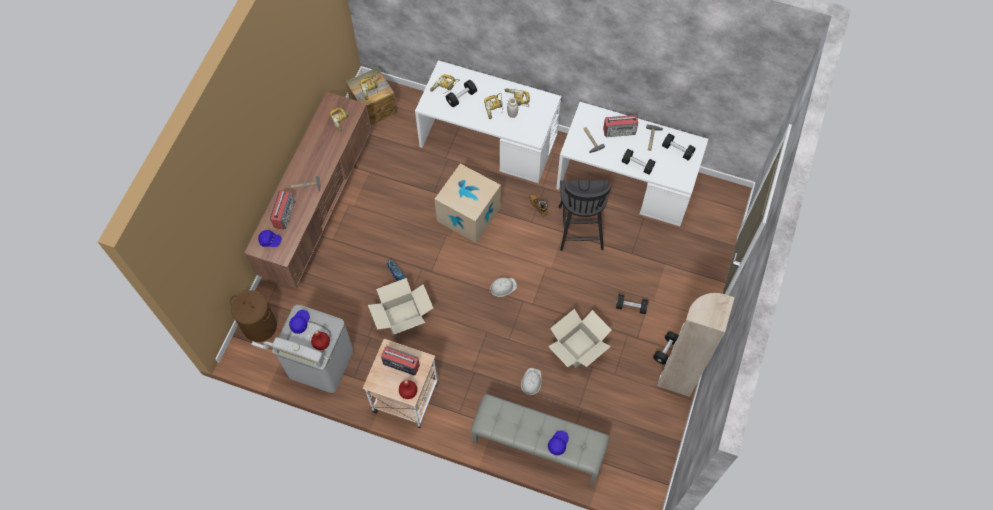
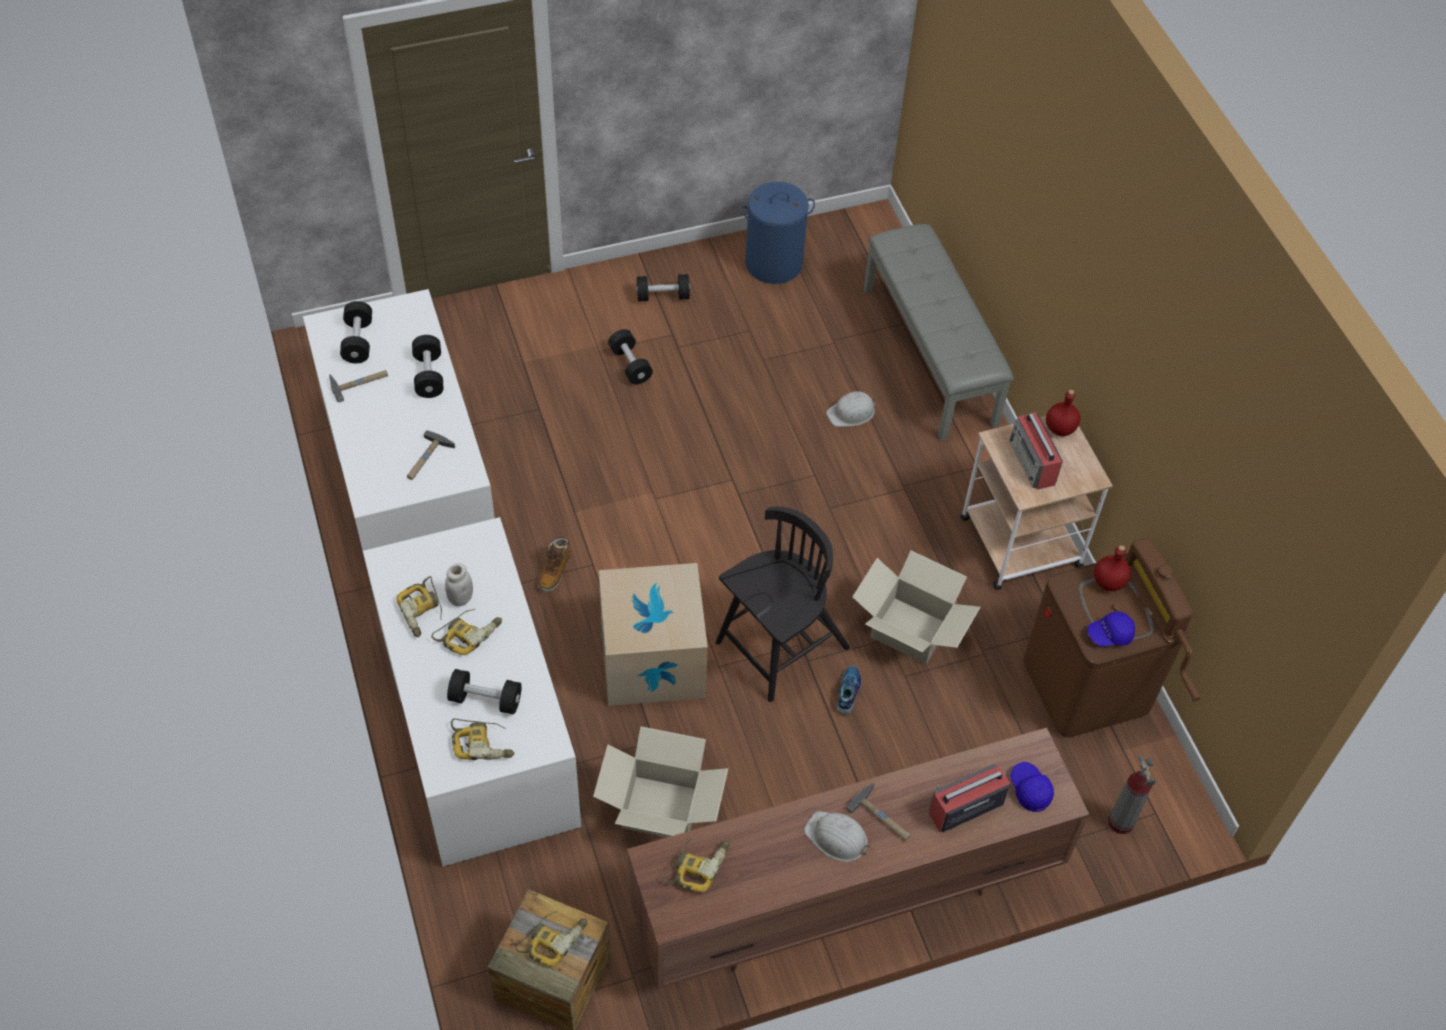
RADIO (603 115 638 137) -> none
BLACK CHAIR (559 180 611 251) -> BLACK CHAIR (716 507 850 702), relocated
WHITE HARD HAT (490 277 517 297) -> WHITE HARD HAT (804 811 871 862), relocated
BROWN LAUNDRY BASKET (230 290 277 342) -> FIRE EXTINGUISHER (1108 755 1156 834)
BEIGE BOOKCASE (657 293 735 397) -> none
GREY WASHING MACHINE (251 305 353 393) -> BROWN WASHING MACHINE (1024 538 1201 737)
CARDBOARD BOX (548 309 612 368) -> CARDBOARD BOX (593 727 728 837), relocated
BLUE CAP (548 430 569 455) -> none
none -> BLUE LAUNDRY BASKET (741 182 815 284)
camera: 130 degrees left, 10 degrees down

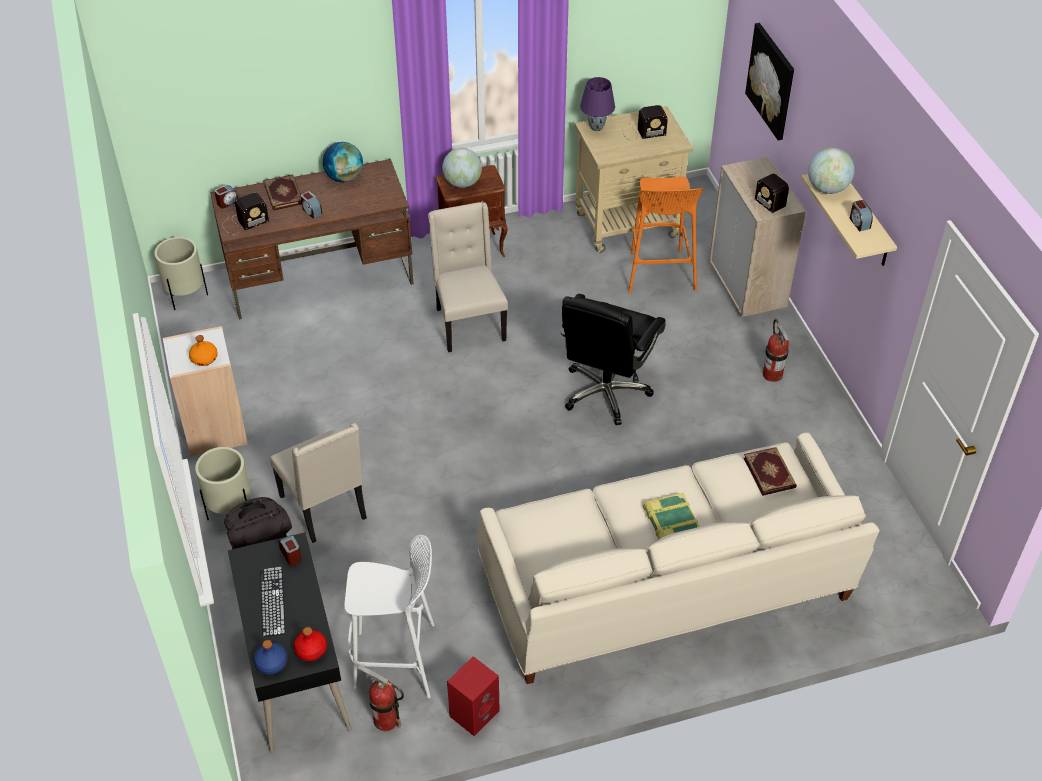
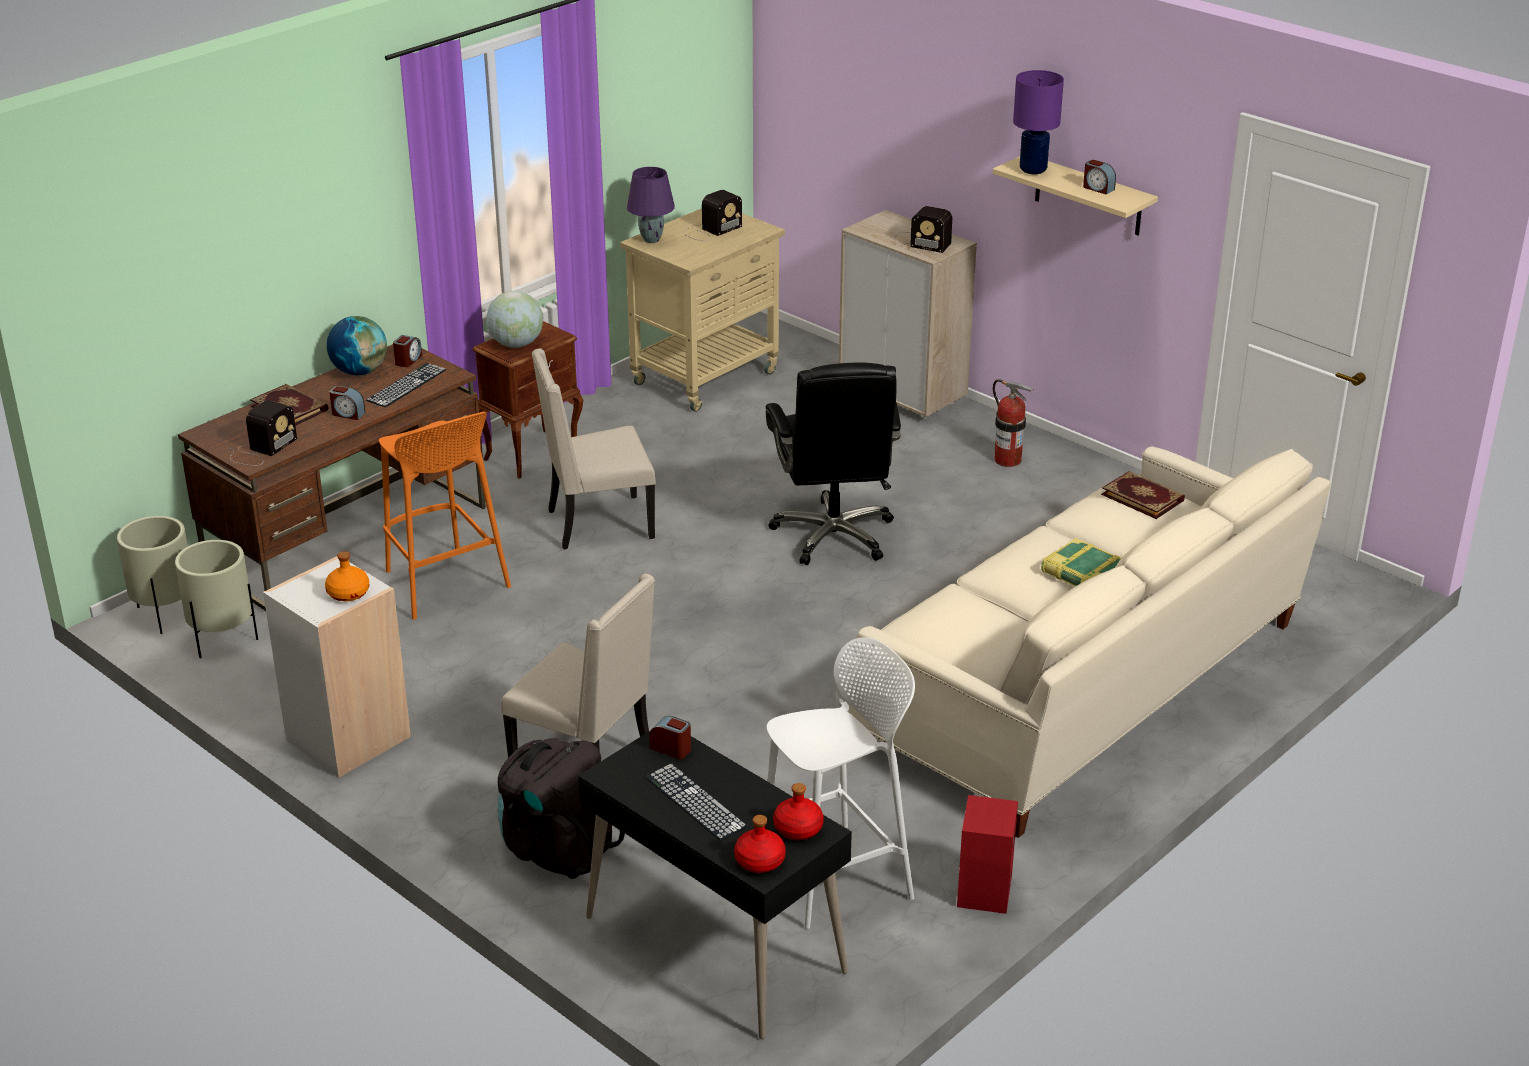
PICTURE (745 23 794 140) -> none
GLOBE (808 148 855 194) -> PURPLE TABLE LAMP (1013 70 1064 174)
ORANGE STOOL (628 176 703 293) -> ORANGE STOOL (379 412 511 620), relocated
ALARM CLOCK (215 185 238 209) -> ALARM CLOCK (393 335 422 367), relocated
BEIGE CHAIR (428 202 508 352) -> BEIGE CHAIR (532 348 656 549), 60 degrees counterclockwise
BEIGE PLANTER (195 447 251 520) -> BEIGE PLANTER (175 540 258 658), relocated
BLUE BOTTLE (254 640 288 674) -> RED BOTTLE (734 815 786 873)
FIRE EXTINGUISHER (357 665 404 731) -> none
none -> KEYBOARD (366 363 446 407)
camera: 30 degrees left, 15 degrees down

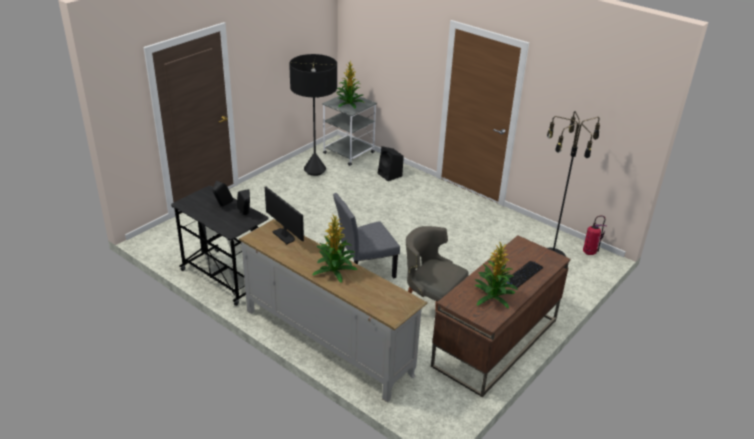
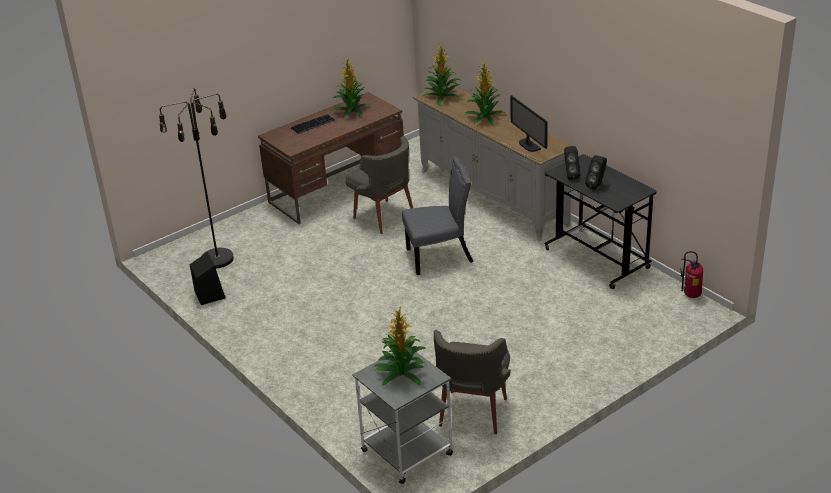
BLACK FLOOR LAMP (289 54 337 176) -> GREY CHAIR (433 330 511 434)
BLACK SPEAKER (378 146 404 181) -> BLACK SPEAKER (190 252 225 305), relocated
FIRE EXTINGUISHER (583 215 607 255) -> FIRE EXTINGUISHER (680 251 703 298), relocated
none -> POTTED PLANT (423 43 461 105)
camera: 165 degrees left, 0 degrees up

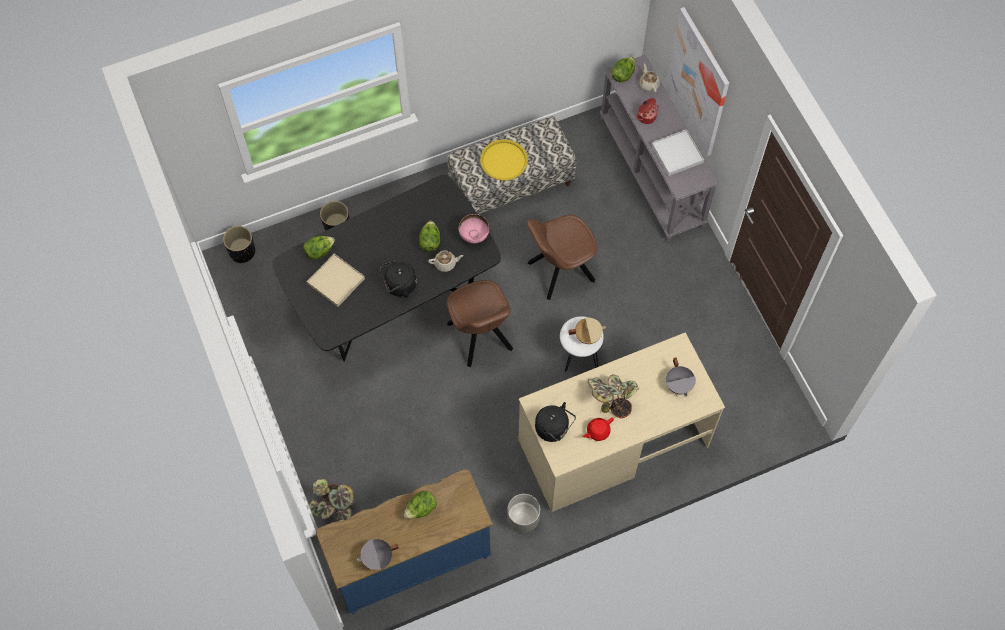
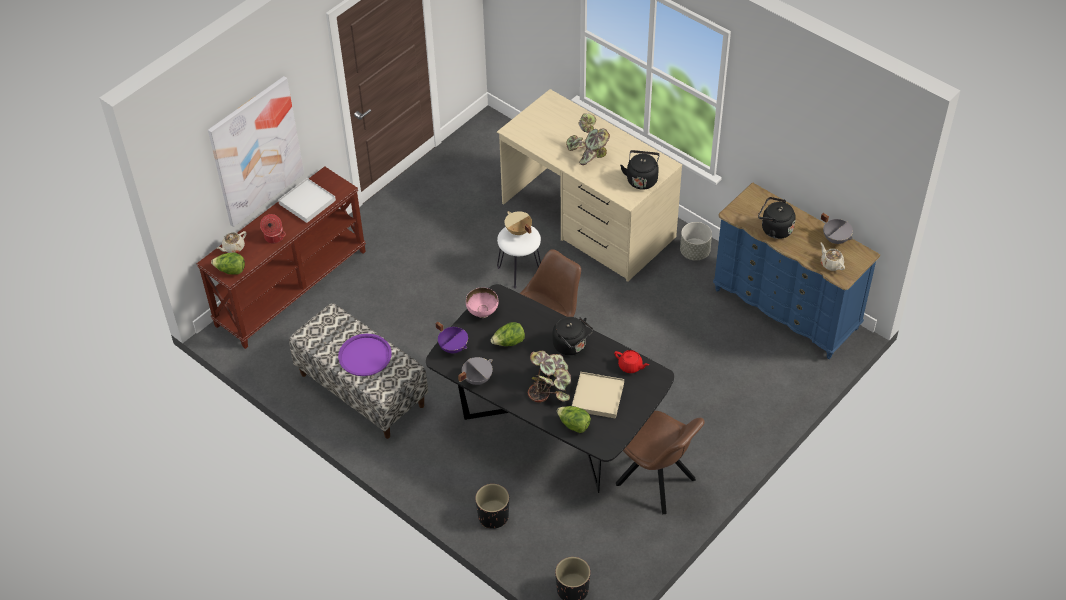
GREY CONSOLE TABLE (600 55 718 242) -> BROWN CONSOLE TABLE (196 166 366 349)
YELLOW TRAY (480 139 528 181) -> PURPLE TRAY (338 334 392 376)
BROWN CHAIR (527 215 598 300) -> BROWN CHAIR (616 411 705 514), relocated
BEIGE TEAPOT (428 251 464 272) -> BEIGE TEAPOT (820 243 845 271), relocated
GREY COOKING POT (666 357 696 397) -> GREY COOKING POT (458 357 493 385), relocated
RED TEAPOT (583 417 614 441) -> RED TEAPOT (614 350 649 373), relocated
POTTED PLANT (309 479 355 522) -> POTTED PLANT (528 351 571 403), relocated
LETTUCE (404 491 437 519) -> BLACK KETTLE (758 197 796 239)
none -> PURPLE COOKING POT (436 322 468 353)
camera: 115 degrees left, 15 degrees down

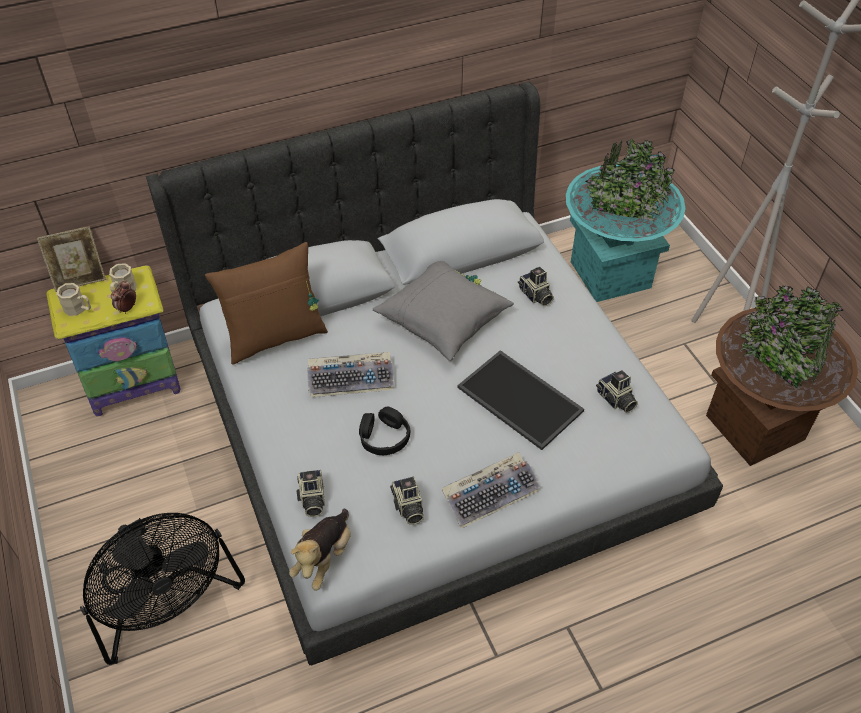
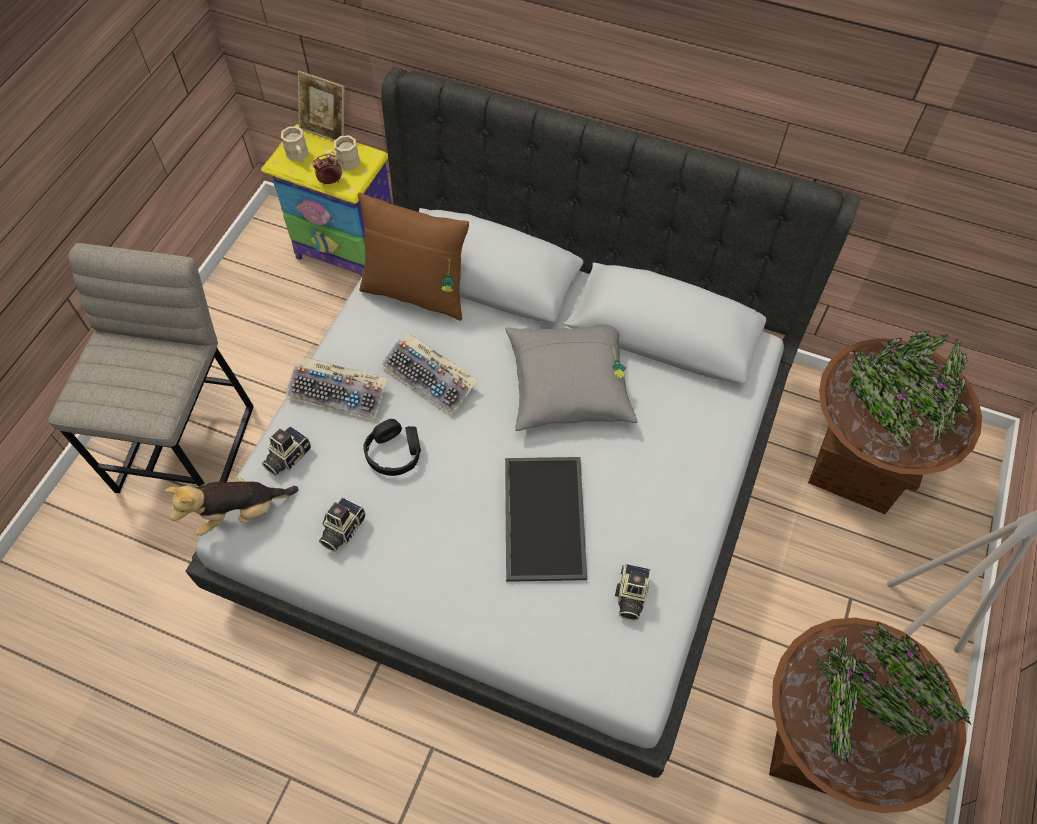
TURQUOISE PLANTER (566 139 686 302) -> BROWN PLANTER (808 331 982 514)
PHOTO CAMERA (518 267 554 306) -> none
KEYBOARD (442 452 541 529) -> KEYBOARD (286 356 387 421), relocated
BLACK FAN (80 513 245 665) -> GREY CHAIR (49 243 254 493)
camera: 45 degrees right, 10 degrees up

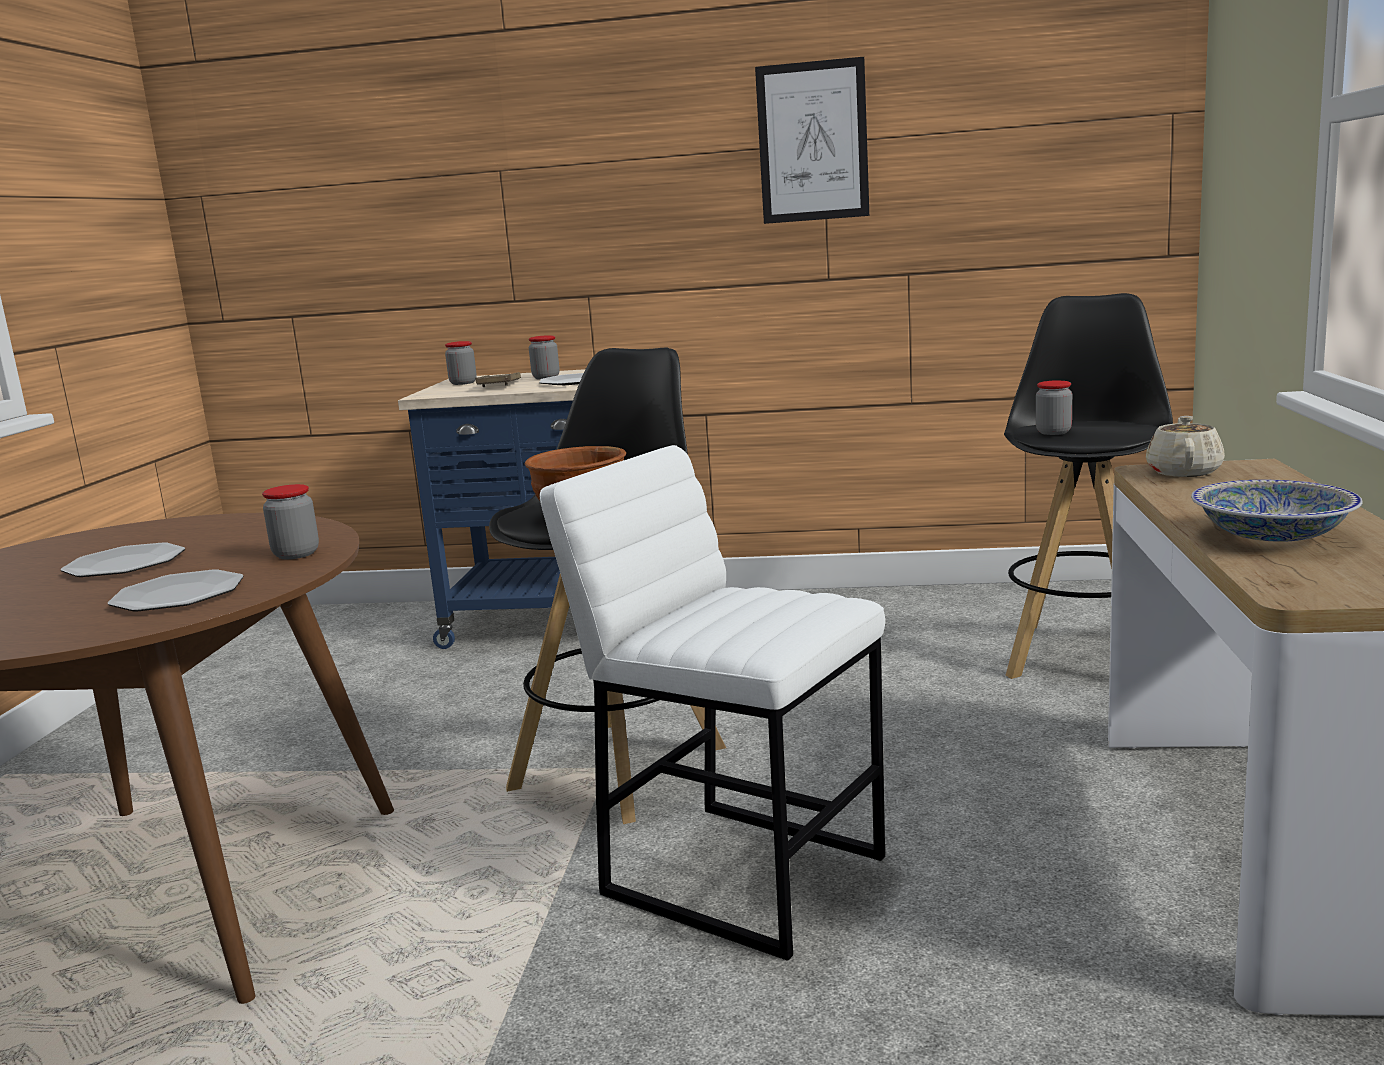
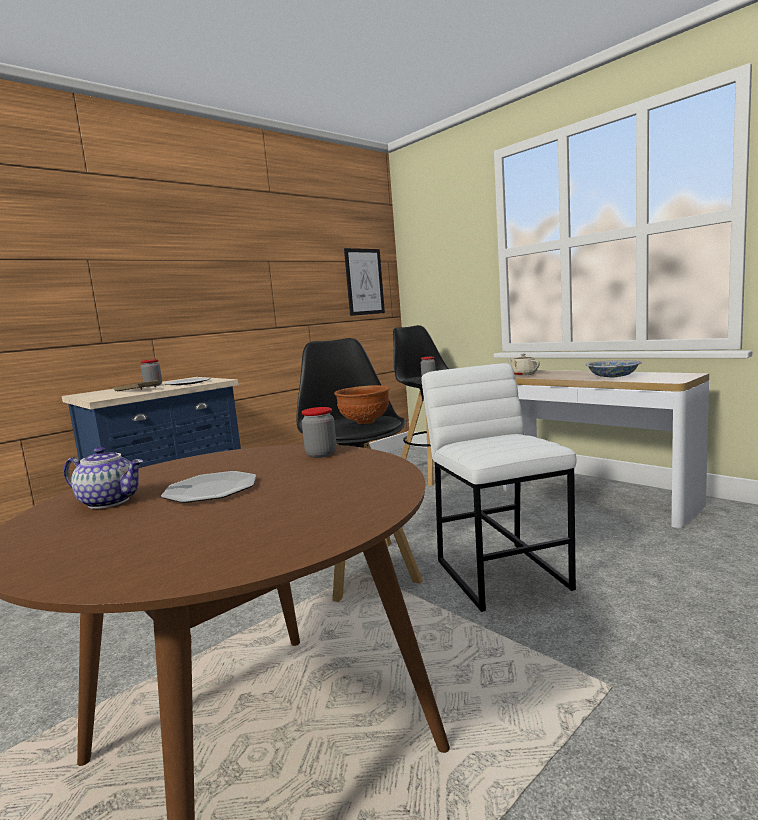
PICTURE (755 57 869 224) -> PICTURE (344 248 385 316), relocated
JAR (445 341 477 385) -> none
WHITE CHAIR (540 445 885 961) -> WHITE CHAIR (422 363 576 612), 90 degrees clockwise
PLATE (108 569 244 611) -> none
none -> TEAPOT (64 447 143 509)
camera: 50 degrees left, 5 degrees down

